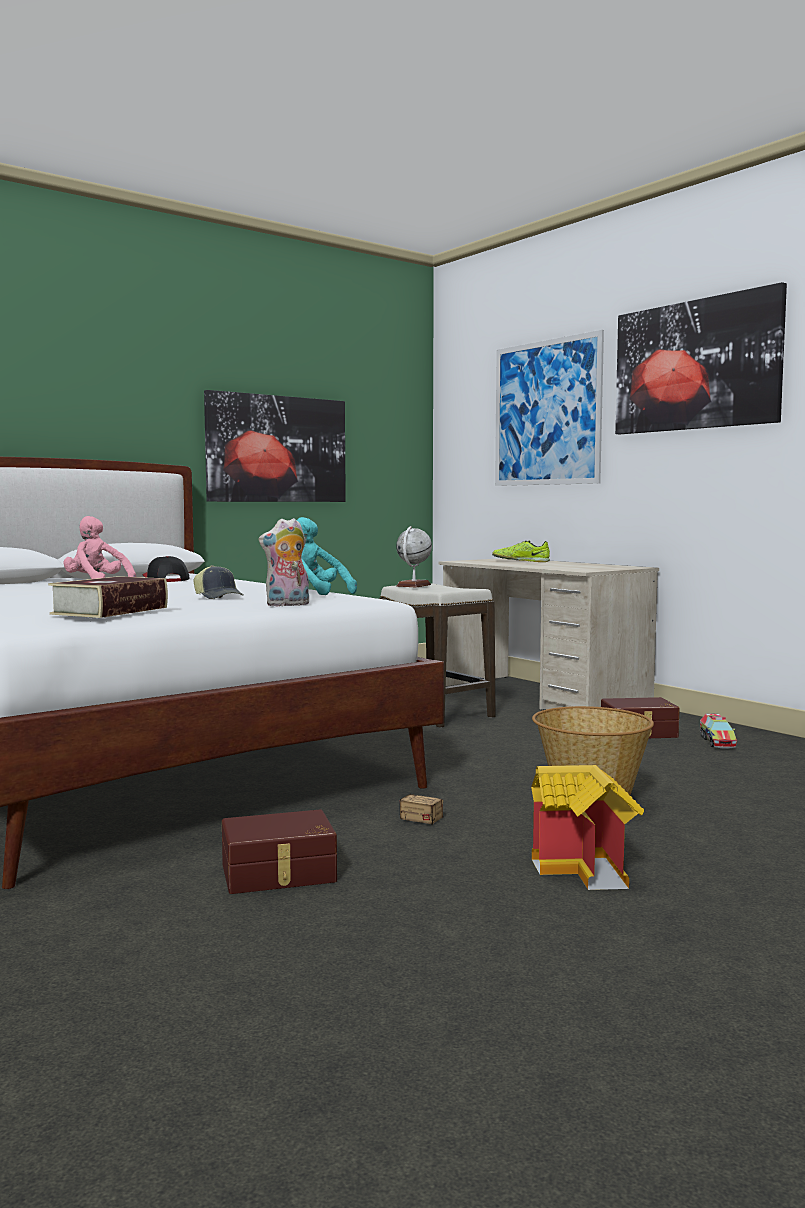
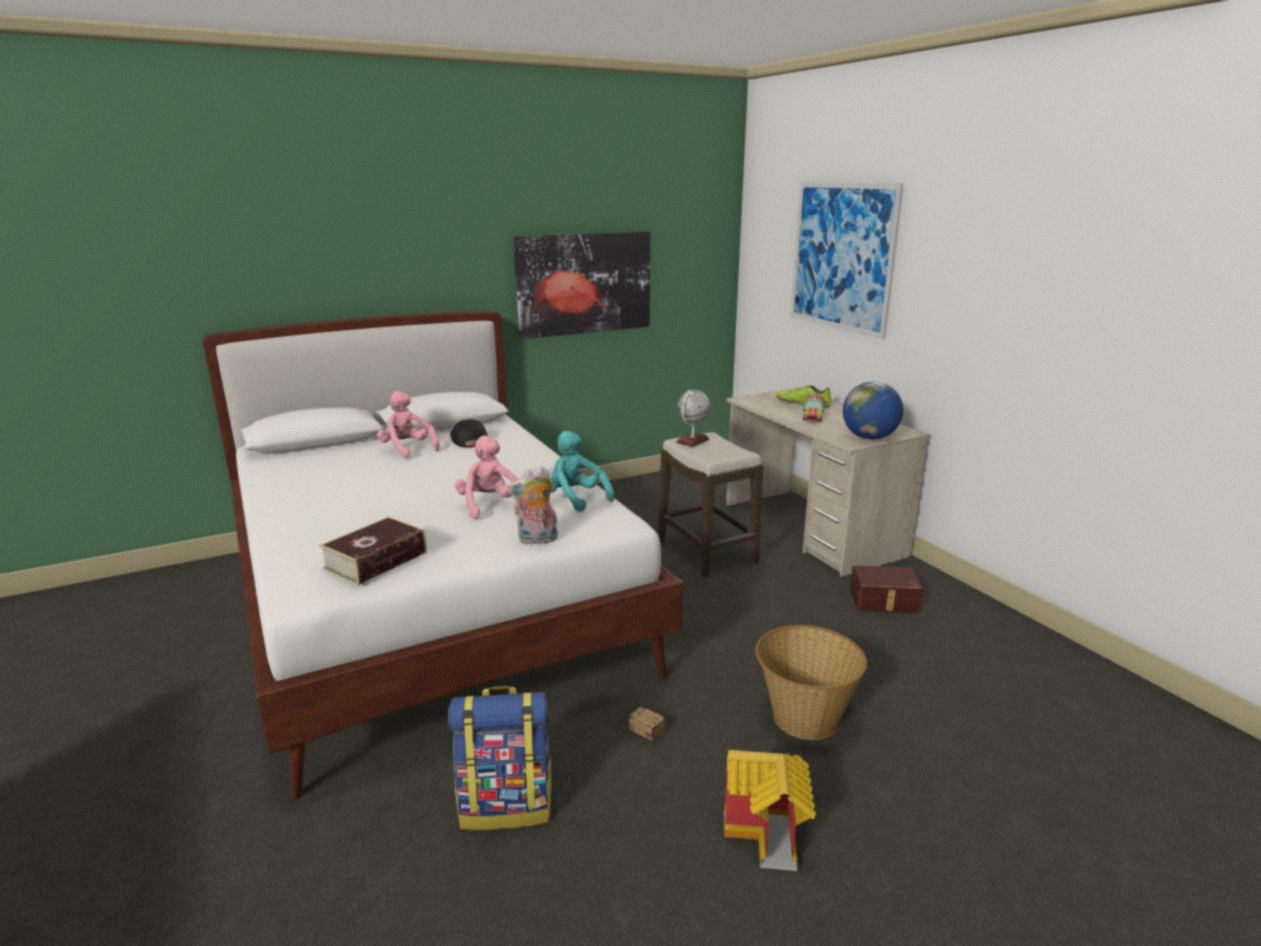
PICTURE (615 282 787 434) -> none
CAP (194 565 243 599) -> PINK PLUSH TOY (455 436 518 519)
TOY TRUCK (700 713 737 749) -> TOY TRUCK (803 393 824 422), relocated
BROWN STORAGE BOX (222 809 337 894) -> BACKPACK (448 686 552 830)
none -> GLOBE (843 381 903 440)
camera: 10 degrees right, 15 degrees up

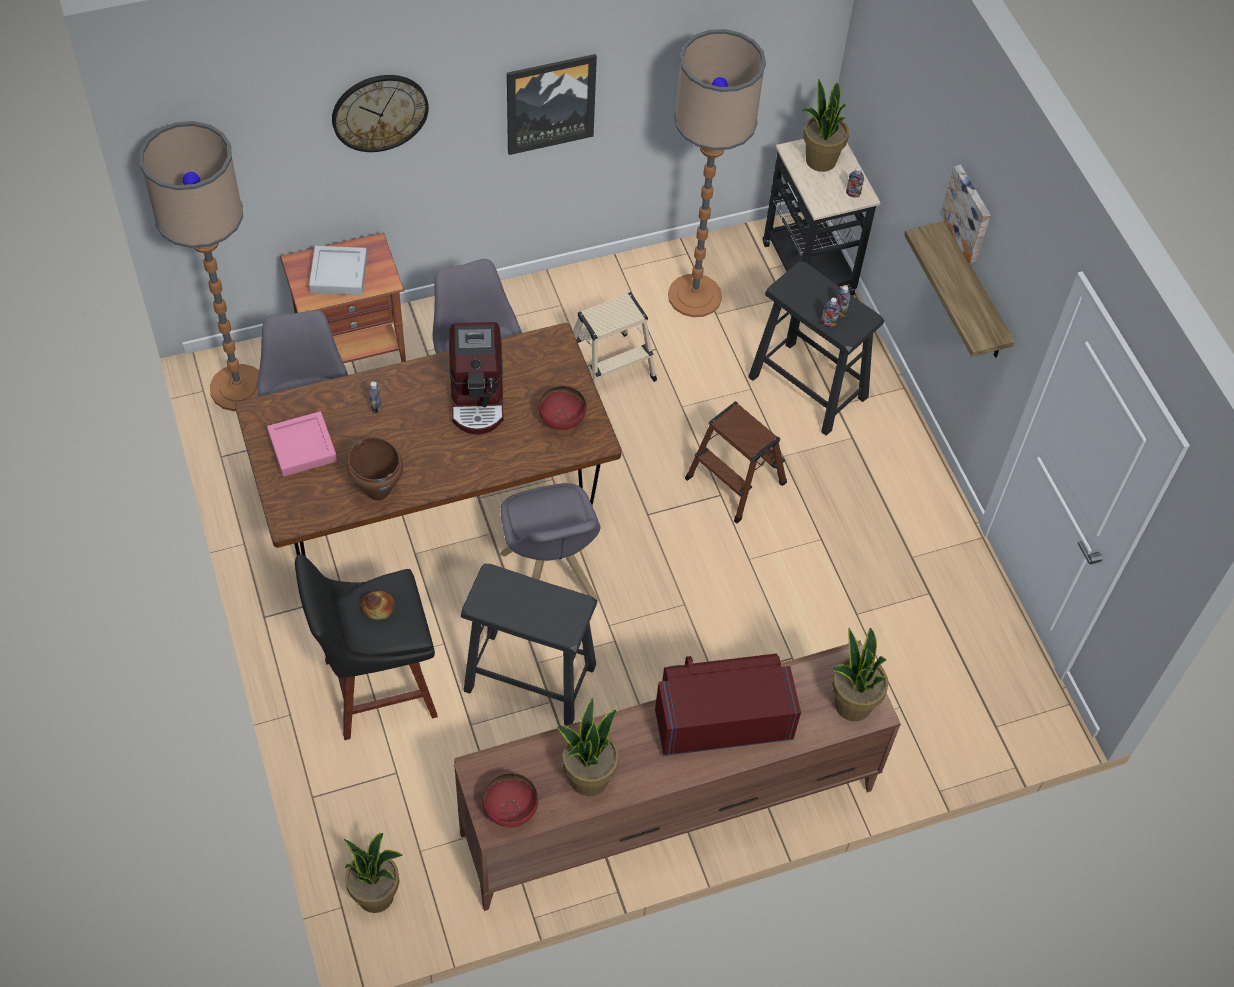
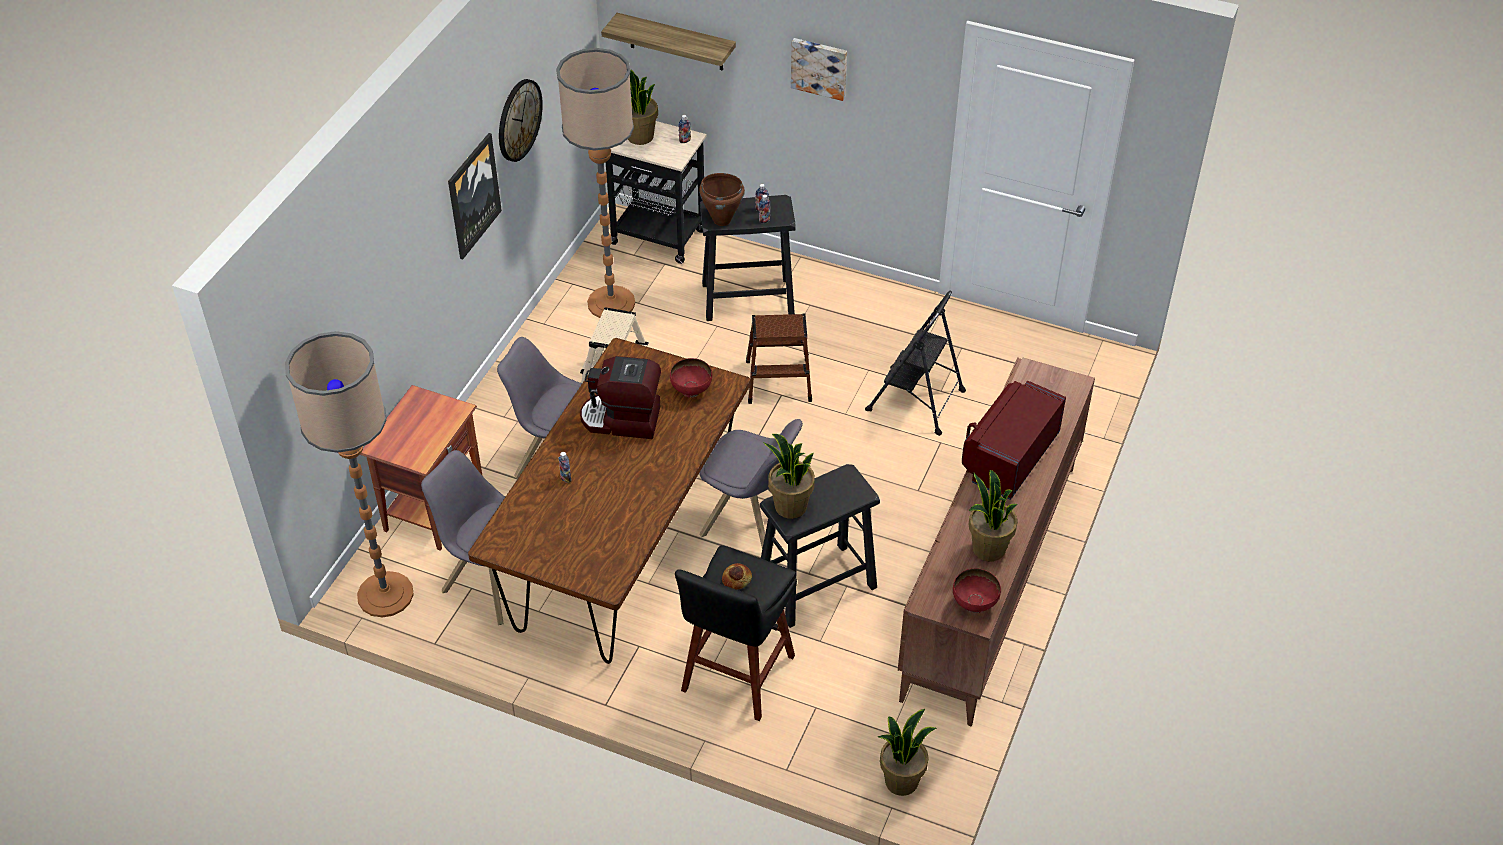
WALL CLOCK (332 75 429 152) -> WALL CLOCK (499 79 543 162), relocated
SHELF (904 221 1015 358) -> SHELF (601 13 736 71), relocated
GREY TRAY (309 246 367 295) -> none
COFFEE MACHINE (449 322 504 435) -> COFFEE MACHINE (580 356 661 439), 150 degrees clockwise
PINK TRAY (267 411 337 476) -> none
BROWN COOKING POT (346 437 403 501) -> BROWN COOKING POT (699 173 745 226), relocated
POTTED PLANT (831 628 888 721) -> POTTED PLANT (763 434 815 519), relocated
none -> BLACK STEP LADDER (865 290 966 436)
camera: 45 degrees left, 10 degrees down

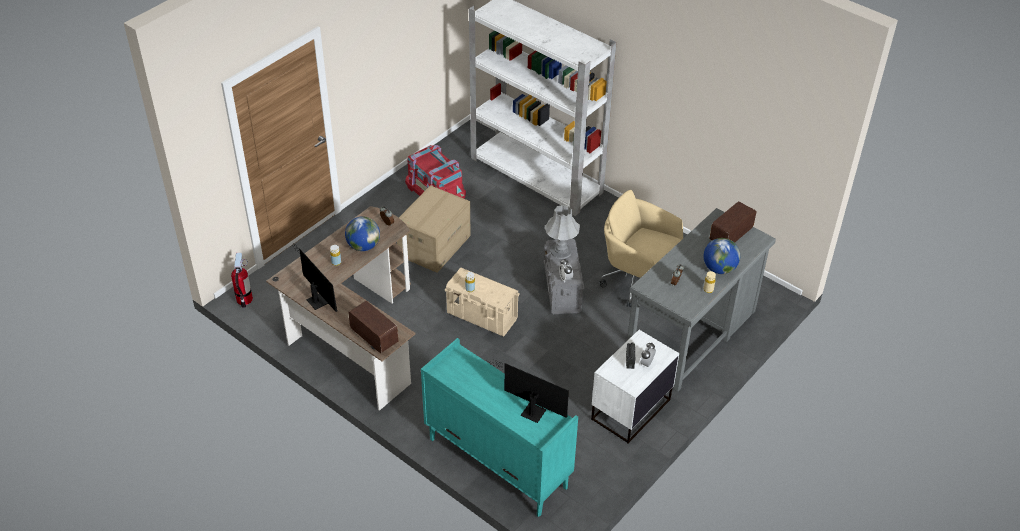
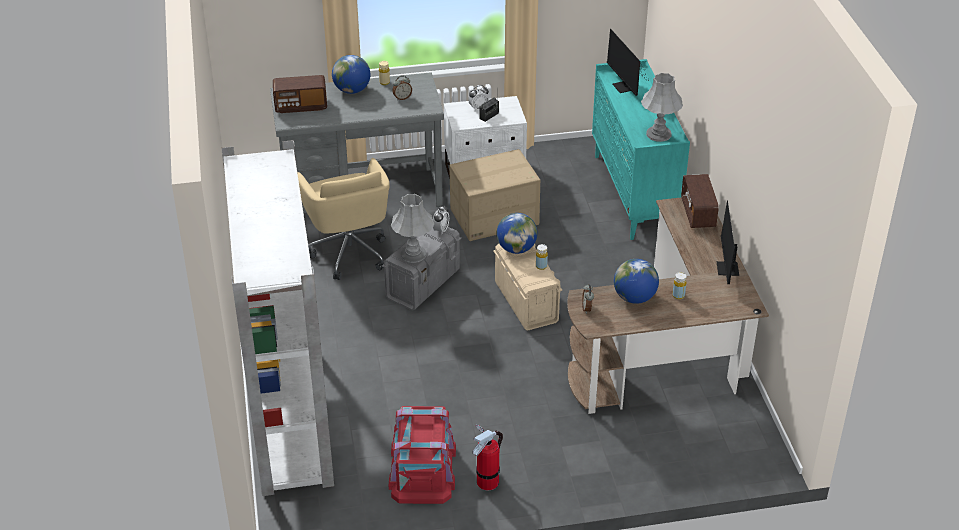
CARDBOARD BOX (397 185 470 273) -> CARDBOARD BOX (449 149 540 241), relocated
FIRE EXTINGUISHER (231 253 253 308) -> FIRE EXTINGUISHER (472 424 503 490), relocated
none -> GREY TABLE LAMP (641 73 683 142)
none -> GLOBE (497 213 537 254)
camera: 140 degrees left, 5 degrees down

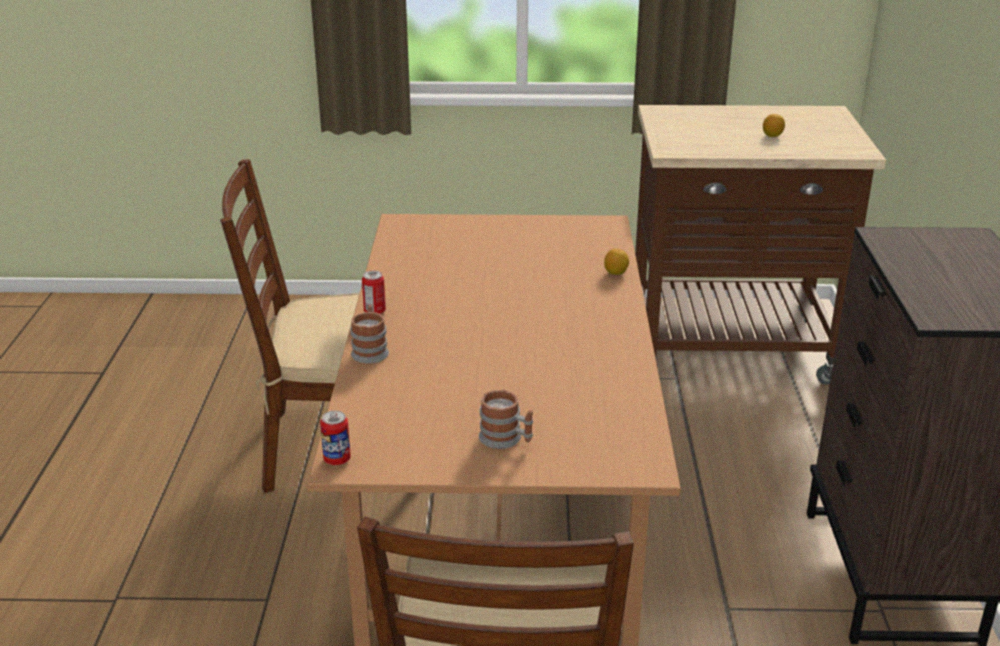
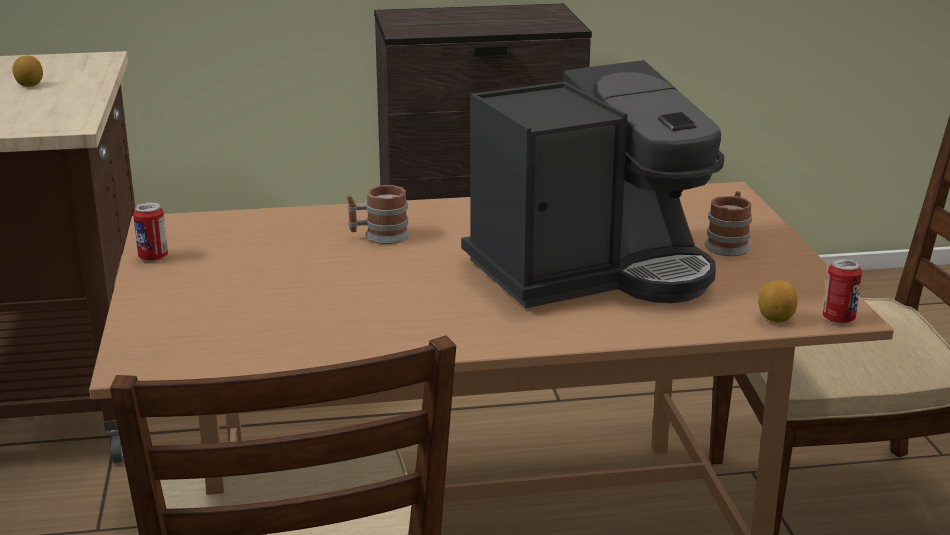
LEMON (604 248 629 275) -> LEMON (758 280 798 322), relocated
CAN (362 271 386 314) -> CAN (133 202 168 261), relocated
MUG (351 305 389 364) -> MUG (347 185 410 244), relocated
none -> COFFEE MACHINE (461 60 724 308)
camera: 100 degrees left, 5 degrees down

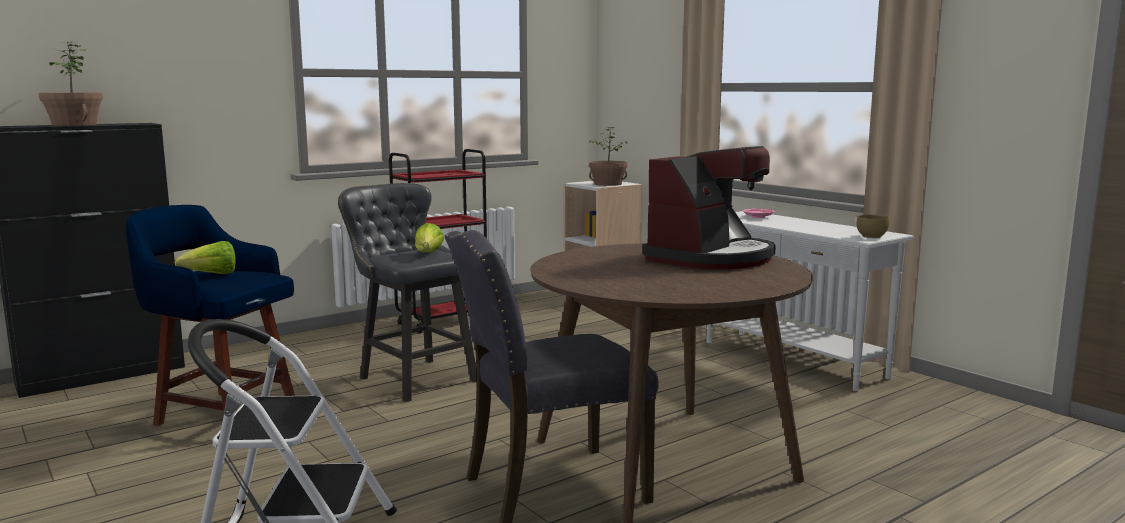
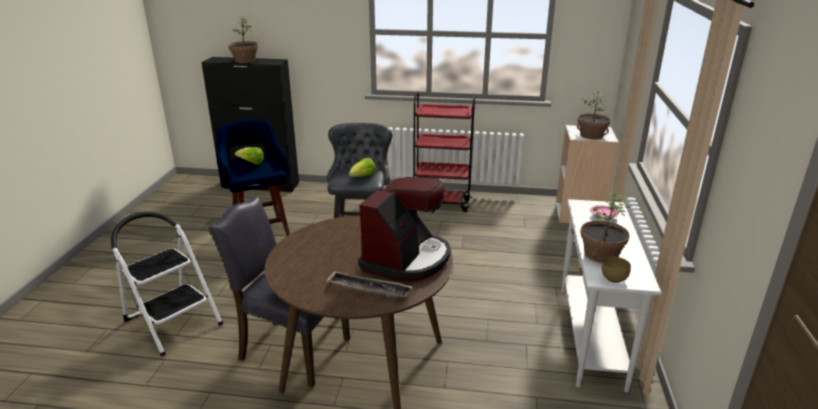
COFFEE MACHINE (642 146 776 270) -> COFFEE MACHINE (358 177 451 281), 60 degrees counterclockwise
none -> POTTED PLANT (580 192 630 263)
none -> TRAY (326 271 412 299)
camera: 45 degrees right, 15 degrees up

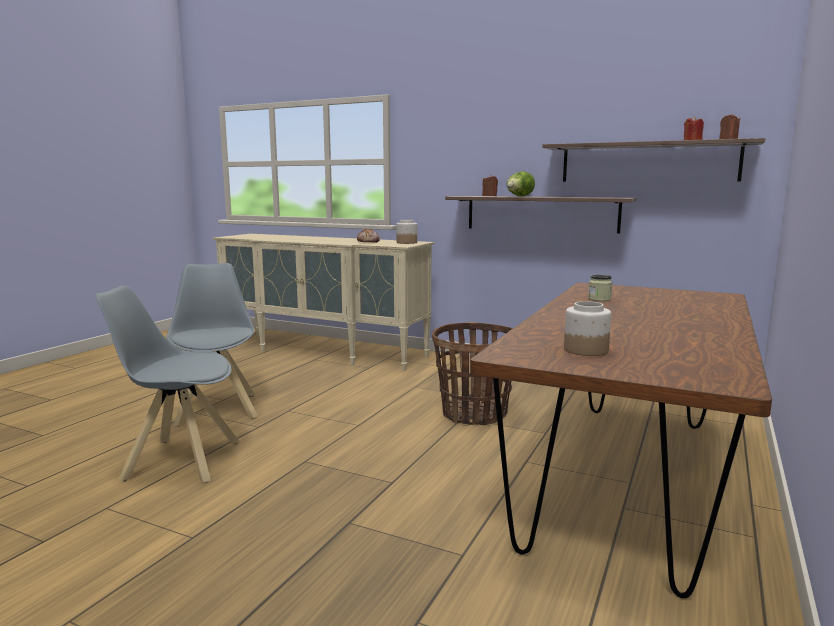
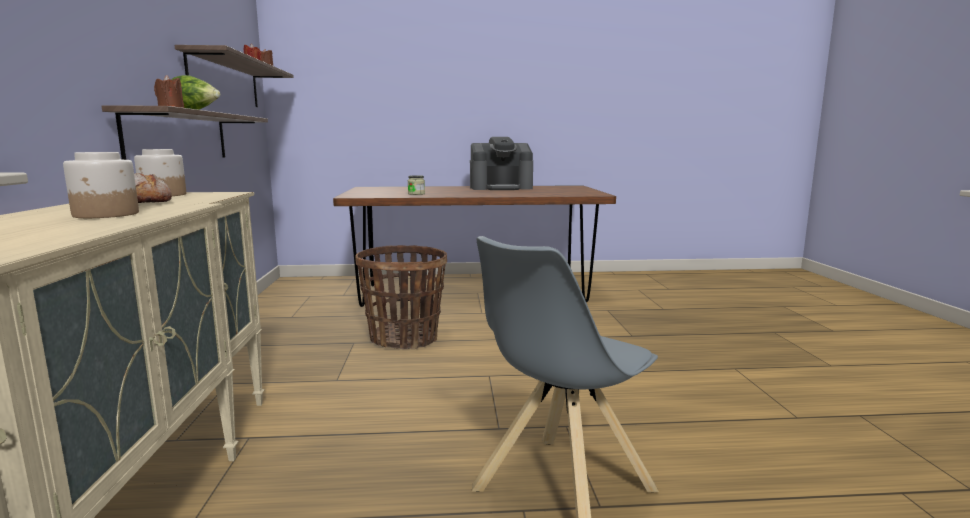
GREY CHAIR (95 286 240 483) -> none
JAR (564 301 611 356) -> JAR (63 152 139 218), relocated
none -> COFFEE MACHINE (470 137 533 190)
camera: 120 degrees left, 0 degrees up

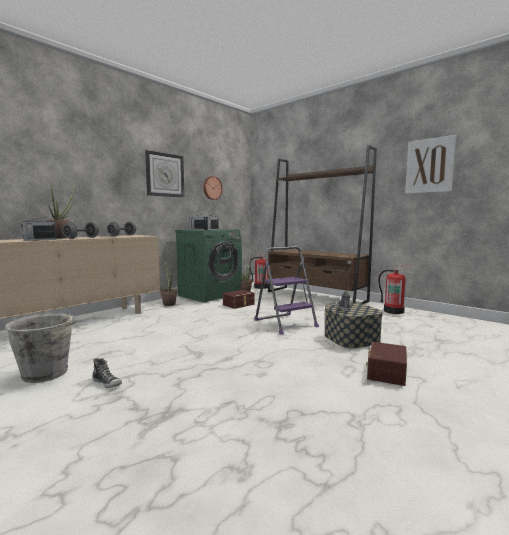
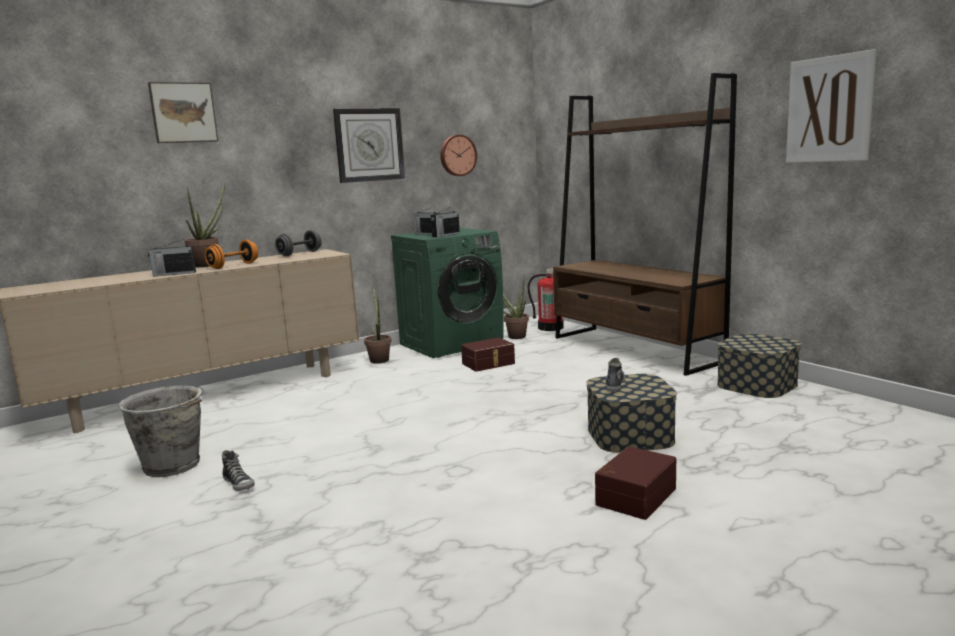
GREY DUMBBELL (62 222 99 239) -> ORANGE DUMBBELL (205 240 258 269)
PURPLE STEP LADDER (255 246 319 335) -> none
FIRE EXTINGUISHER (378 266 413 314) -> STORAGE BOX (717 333 801 398)
none -> PICTURE (148 82 218 143)
camera: 15 degrees right, 5 degrees up

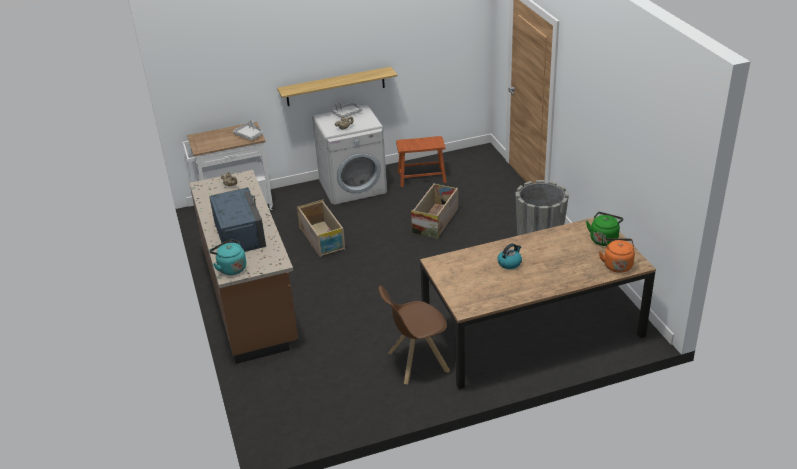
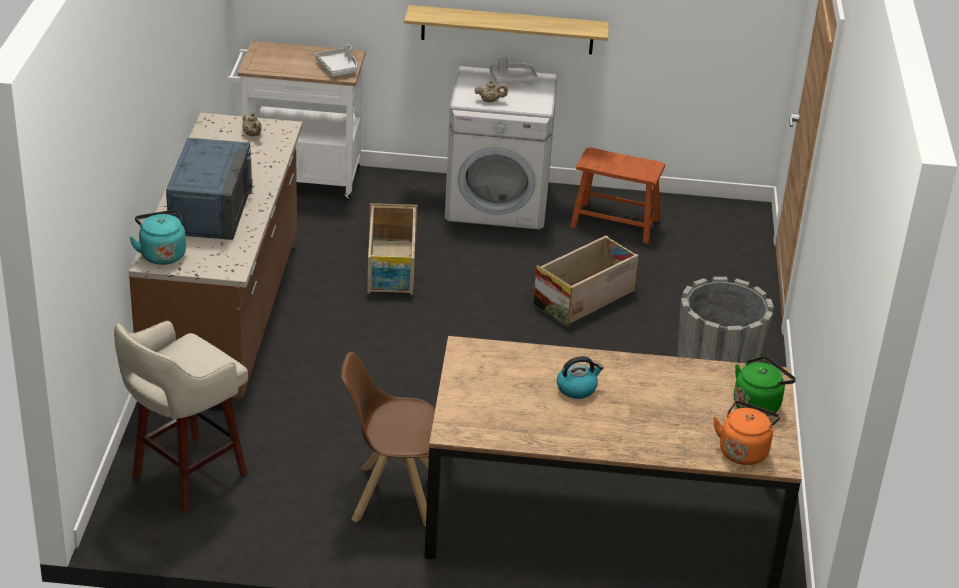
none -> BEIGE STOOL (114 321 248 513)
camera: 20 degrees right, 0 degrees up

